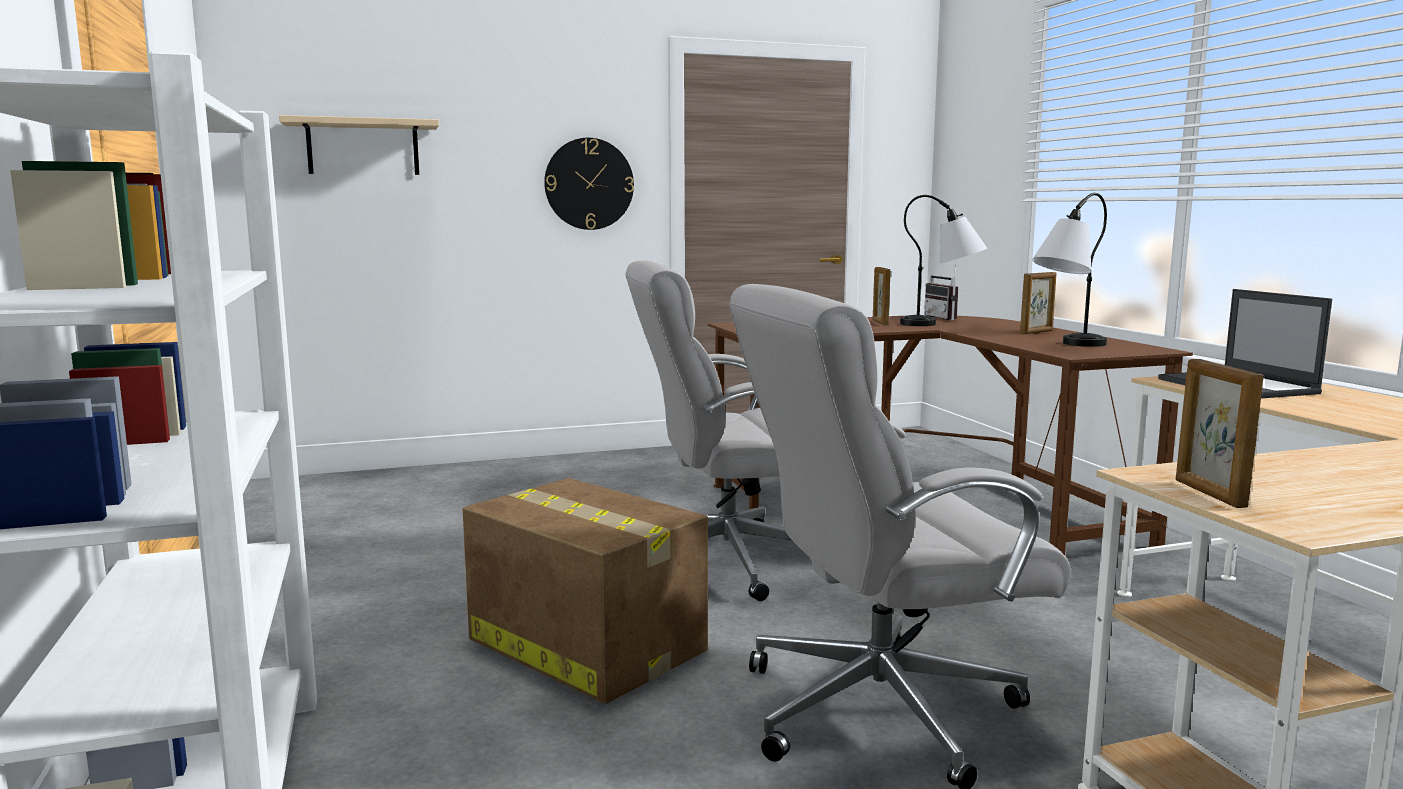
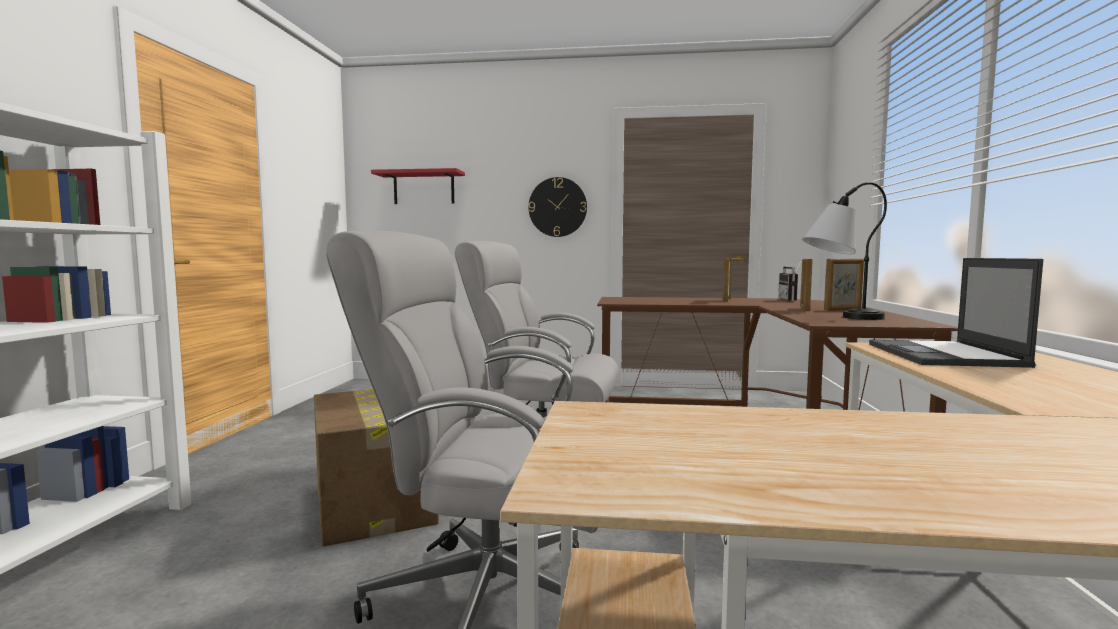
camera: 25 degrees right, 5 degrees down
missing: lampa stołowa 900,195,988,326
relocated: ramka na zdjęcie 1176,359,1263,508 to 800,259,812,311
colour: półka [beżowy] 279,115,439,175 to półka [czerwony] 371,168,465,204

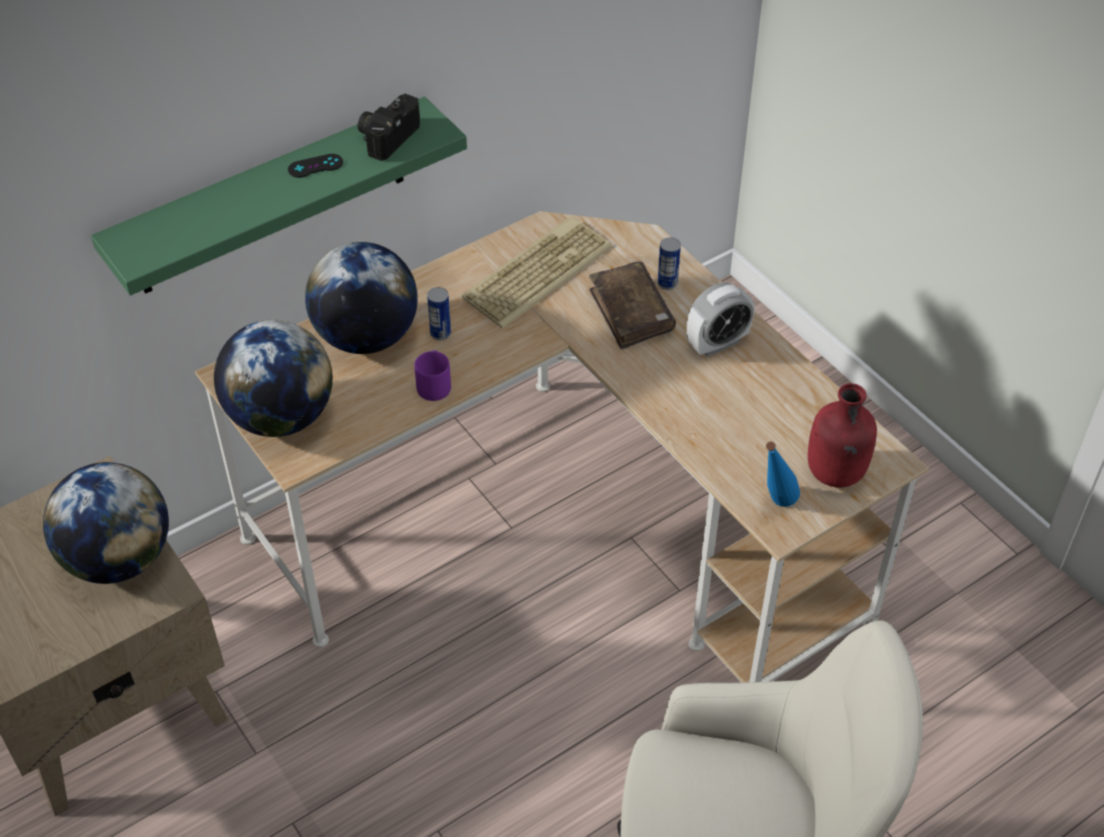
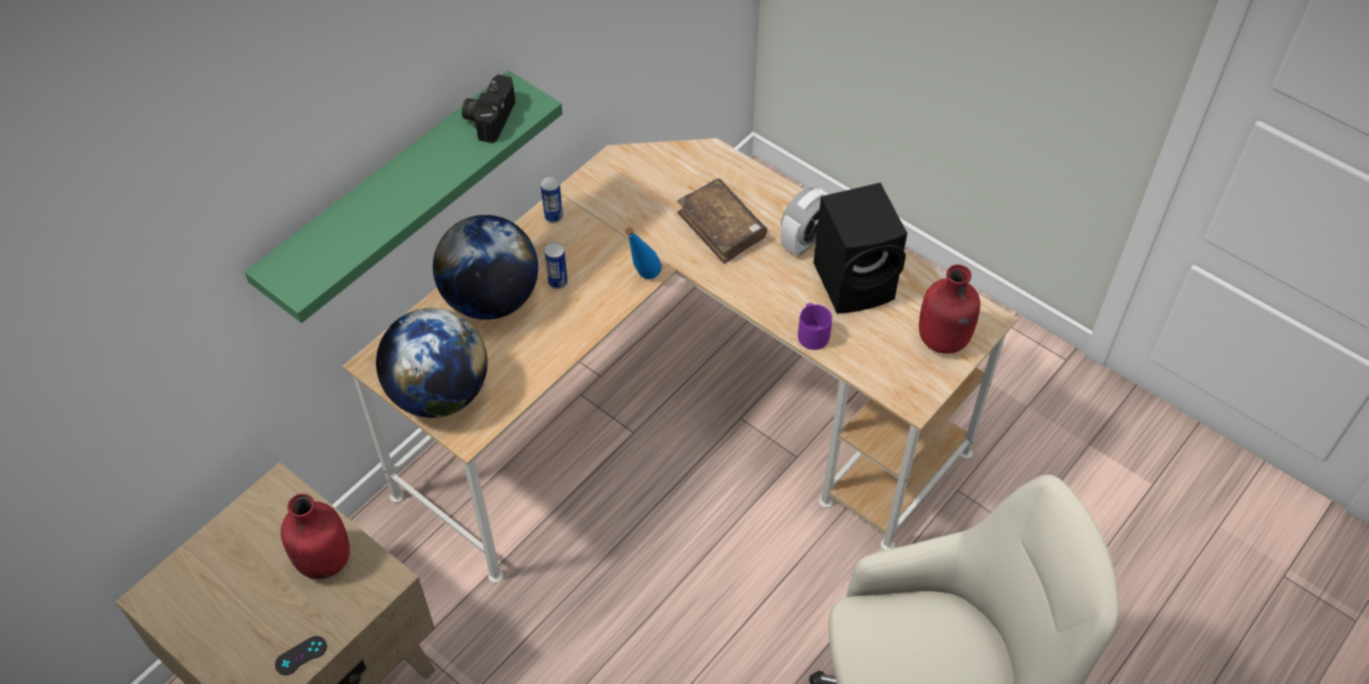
camera: 15 degrees left, 5 degrees up
missing: klawiatura 462,216,612,329
appeared: głośnik [czarny] 813,183,907,314
relocated: pad do gier [czarny] 288,154,343,178 to 275,636,327,675; puszka 657,237,681,290 to 540,176,563,223; kubek [fioletowy] 414,350,451,401 to 798,303,832,350; butelka [niebieski] 766,442,800,507 to 625,227,662,279
exchanged: globus 43,462,169,584 to butelka [czerwony] 281,494,350,579

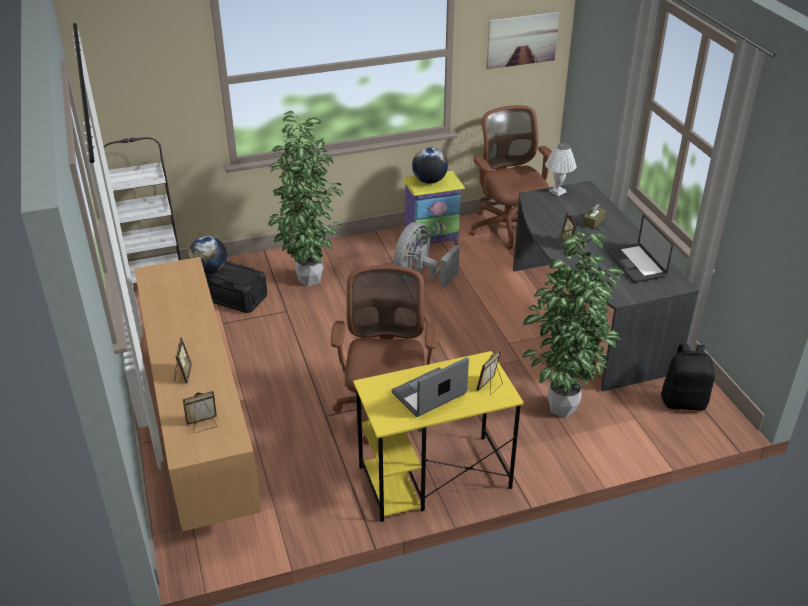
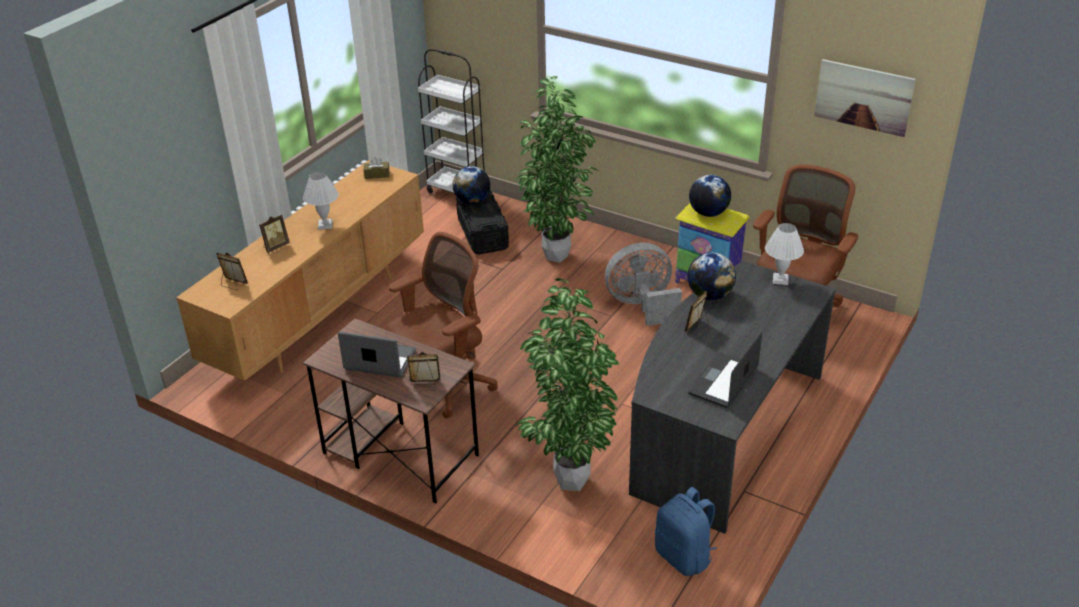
camera: 50 degrees right, 0 degrees up
appeared: lampa stołowa [biały] 303,172,339,230; globus 687,252,736,300
relocated: pudełko chusteczek [brązowy] 583,204,606,229 to 364,157,389,179
colour: plecak [czarny] 661,344,715,410 to plecak [niebieski] 655,487,717,576; biurko [żółty] 353,351,524,522 to biurko [brązowy] 303,318,479,503

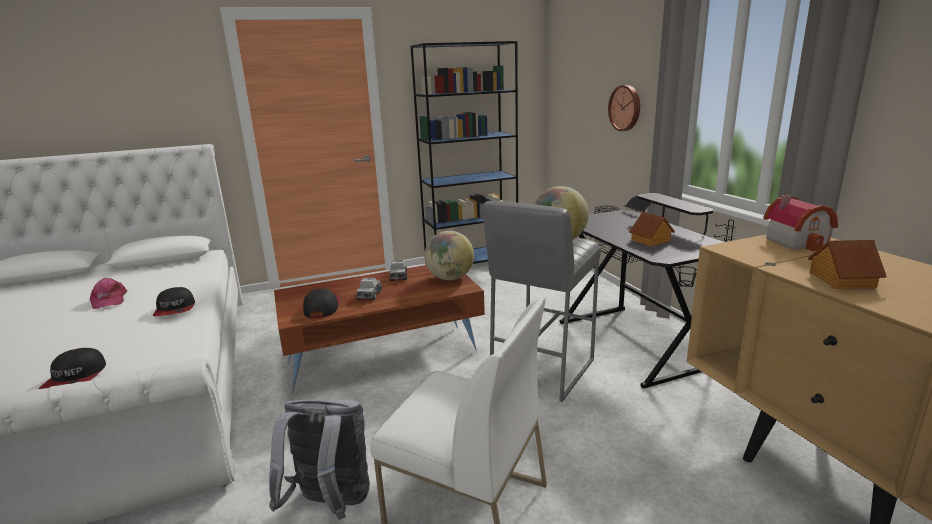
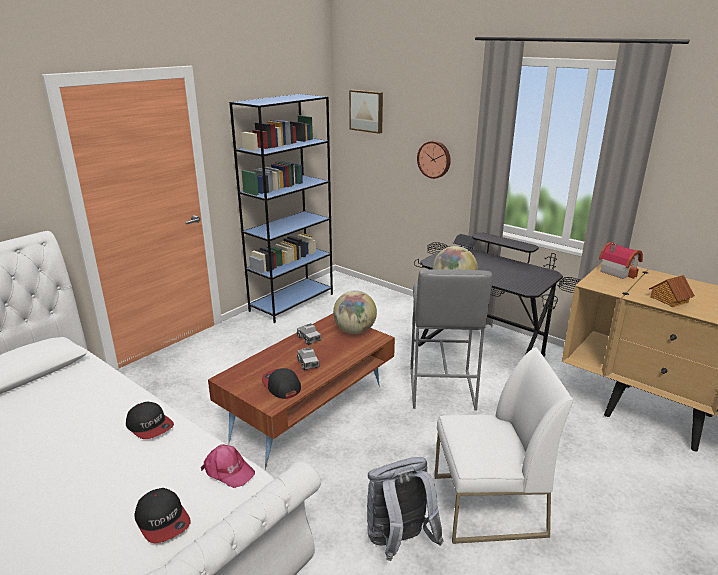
camera: 30 degrees left, 5 degrees up
missing: domek 629,212,675,247
appeared: obraz 349,90,383,134
relocated: czapka z daszkiem [różowy] 89,278,127,309 to 201,444,255,488

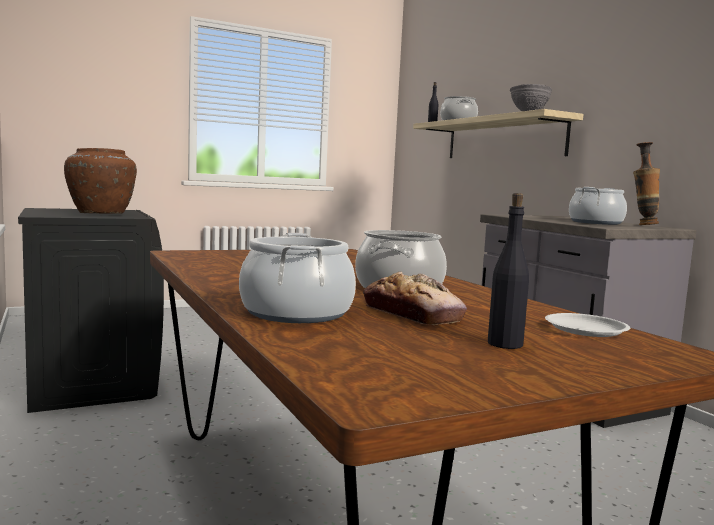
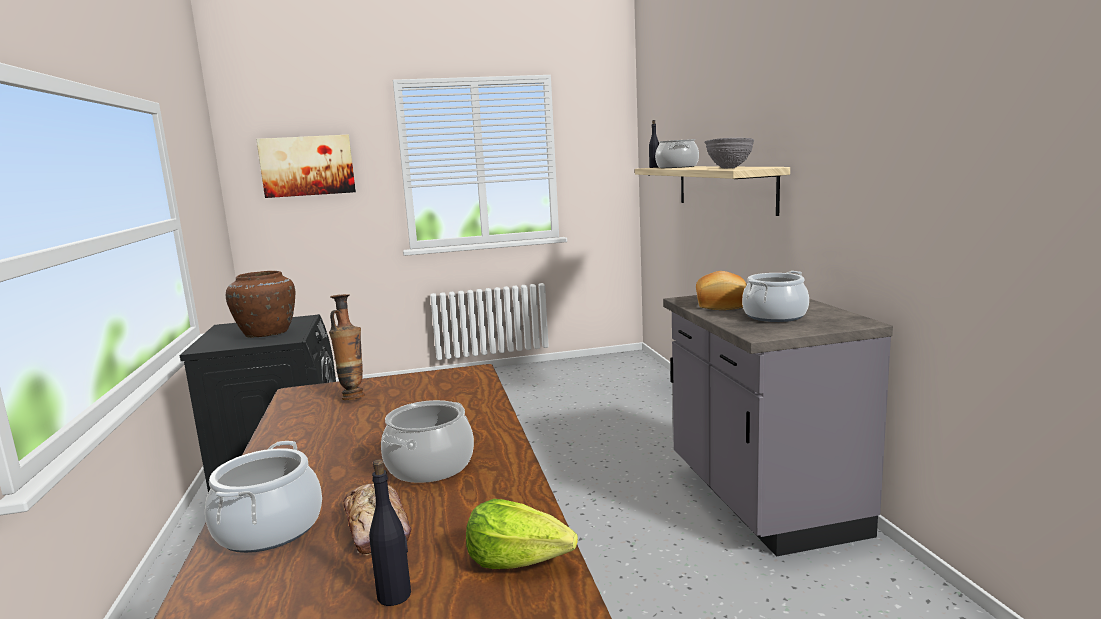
camera: 15 degrees right, 5 degrees up
appeared: obraz 256,134,356,198; chleb 696,271,747,310
relocated: wazon 633,142,660,225 to 329,294,365,400
exchanged: talerz [biały] 545,313,630,337 to sałata 466,499,578,569

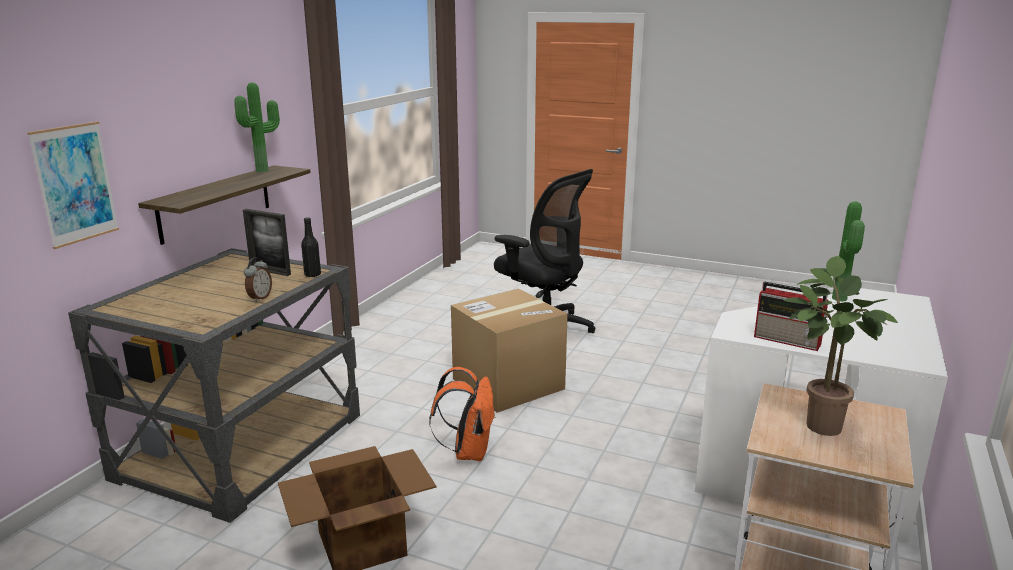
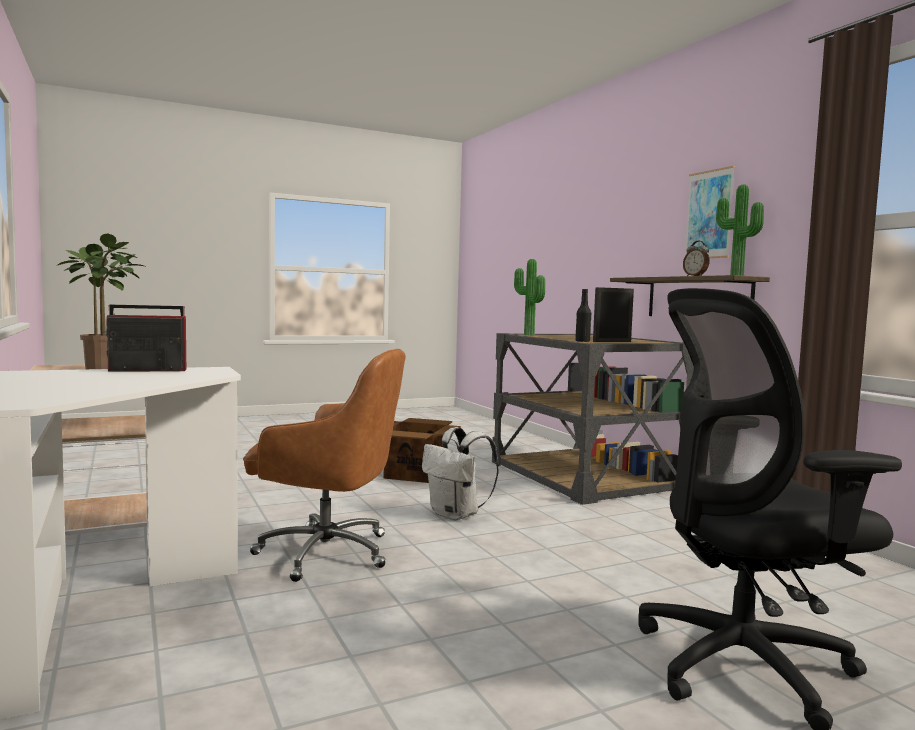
camera: 130 degrees right, 15 degrees down
missing: karton 451,289,568,413
appeared: krzesło biurowe [brązowy] 243,349,406,582
relocated: obraz 27,121,119,249 to 685,166,735,258; roślina doniczkowa 832,202,865,302 to 514,259,545,335; budzik 244,258,272,302 to 683,241,710,276
colour: plecak [pomarańczowy] 429,367,495,462 to plecak [biały] 422,427,499,521

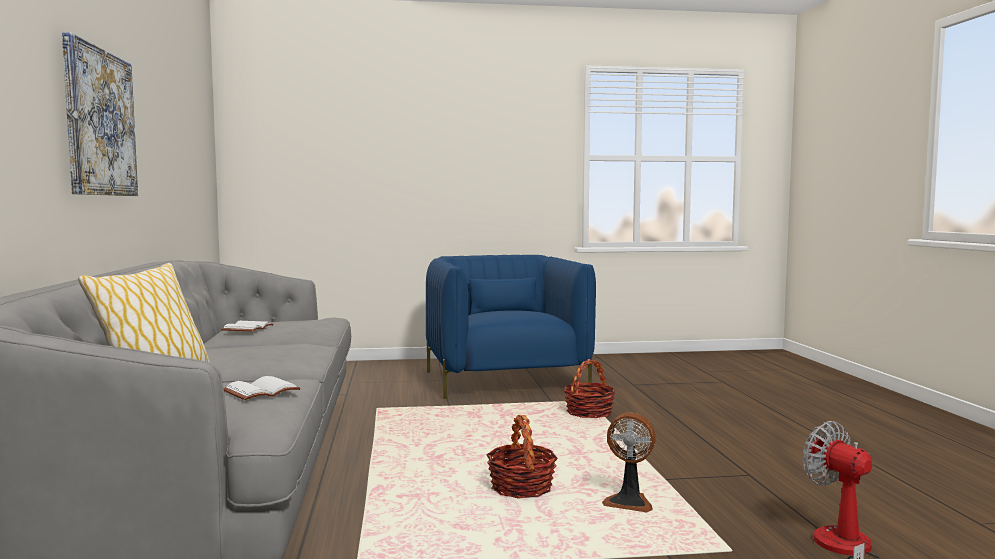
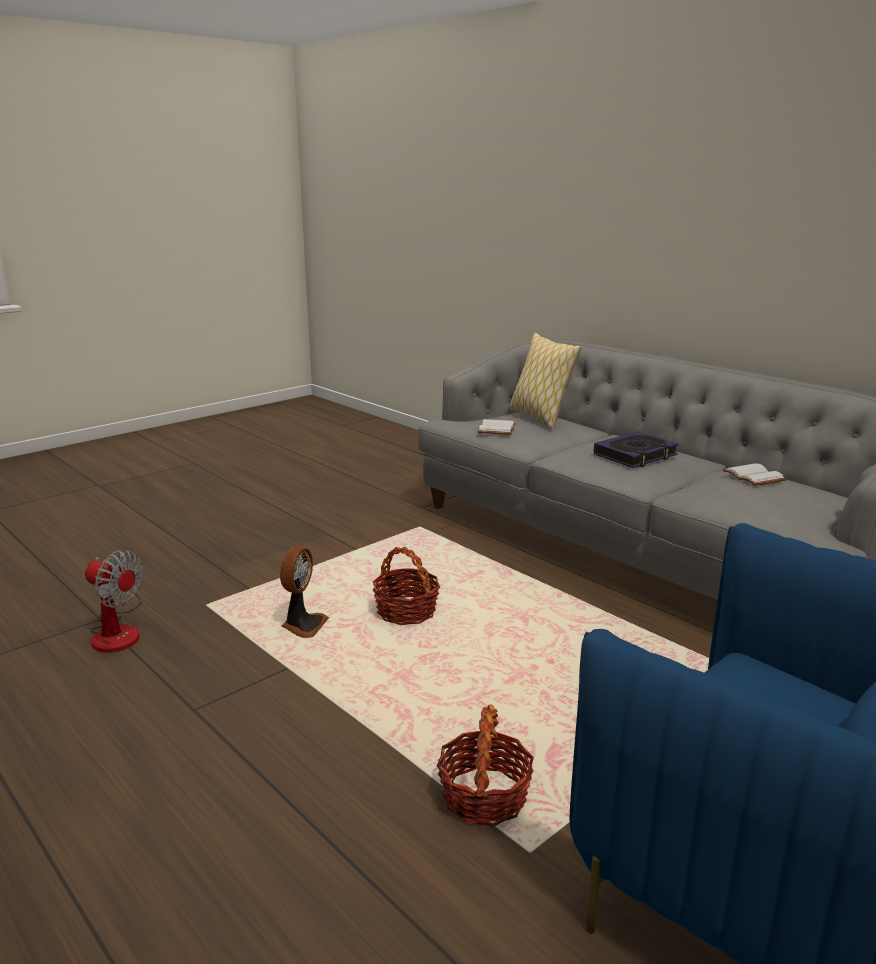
camera: 145 degrees right, 15 degrees up
missing: obraz 62,32,138,196
appeared: książka 594,431,679,468
spun: wentylator 602,412,656,512 = 280,546,329,638 120 degrees clockwise

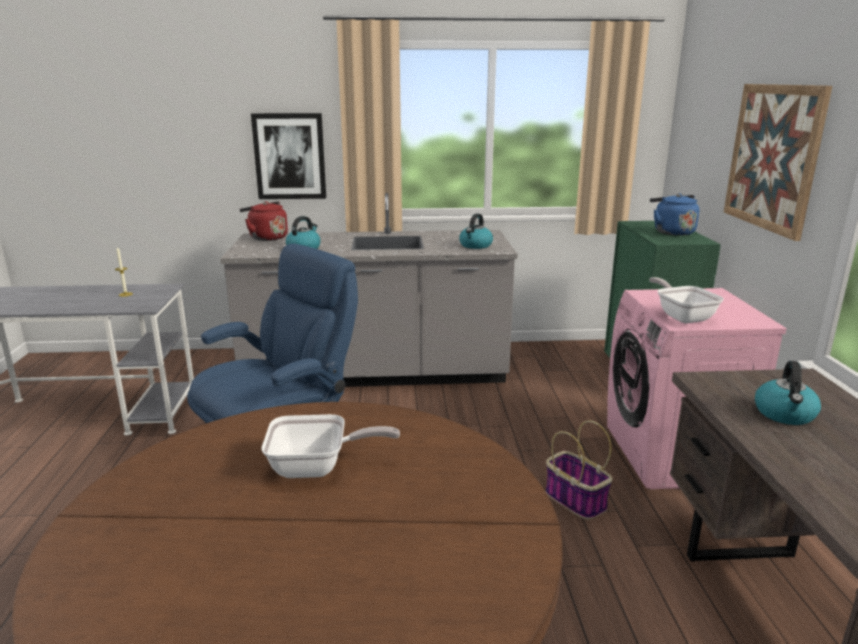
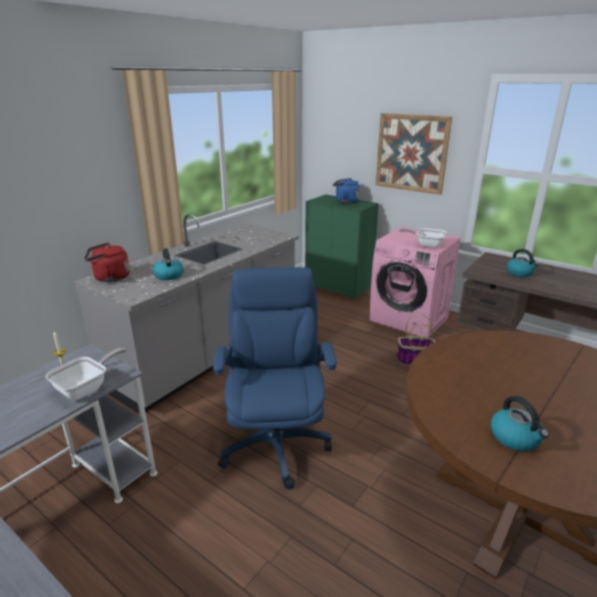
camera: 50 degrees left, 5 degrees up
missing: obraz 251,113,326,199
relocated: czajnik 459,213,493,249 to 491,396,549,451; patelnia 262,414,400,478 to 45,348,127,400

